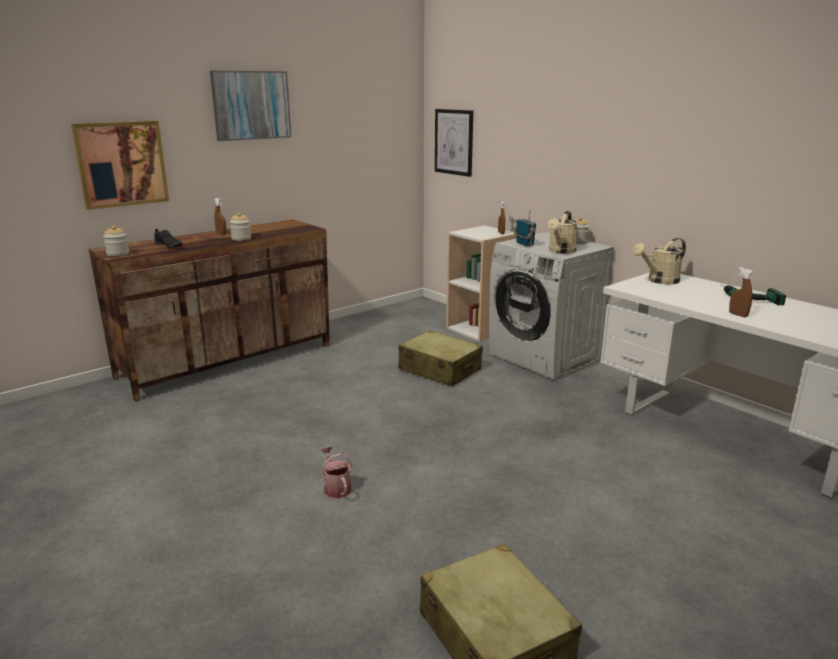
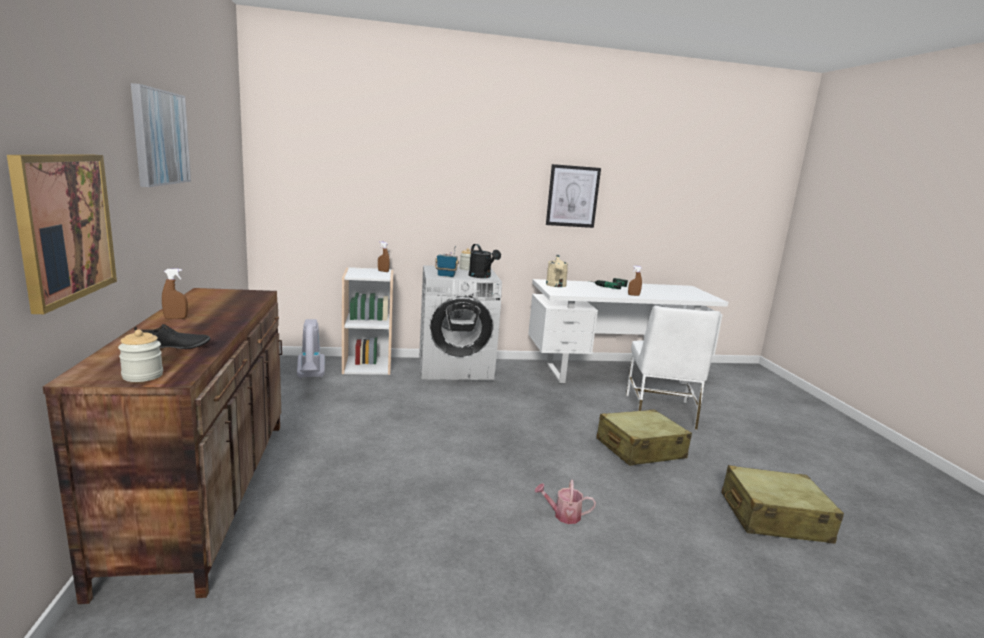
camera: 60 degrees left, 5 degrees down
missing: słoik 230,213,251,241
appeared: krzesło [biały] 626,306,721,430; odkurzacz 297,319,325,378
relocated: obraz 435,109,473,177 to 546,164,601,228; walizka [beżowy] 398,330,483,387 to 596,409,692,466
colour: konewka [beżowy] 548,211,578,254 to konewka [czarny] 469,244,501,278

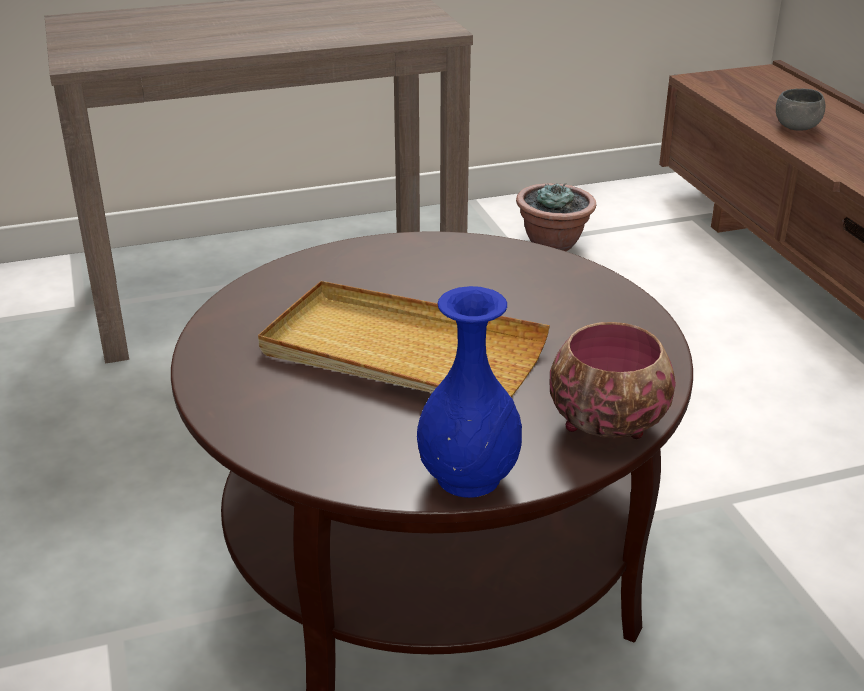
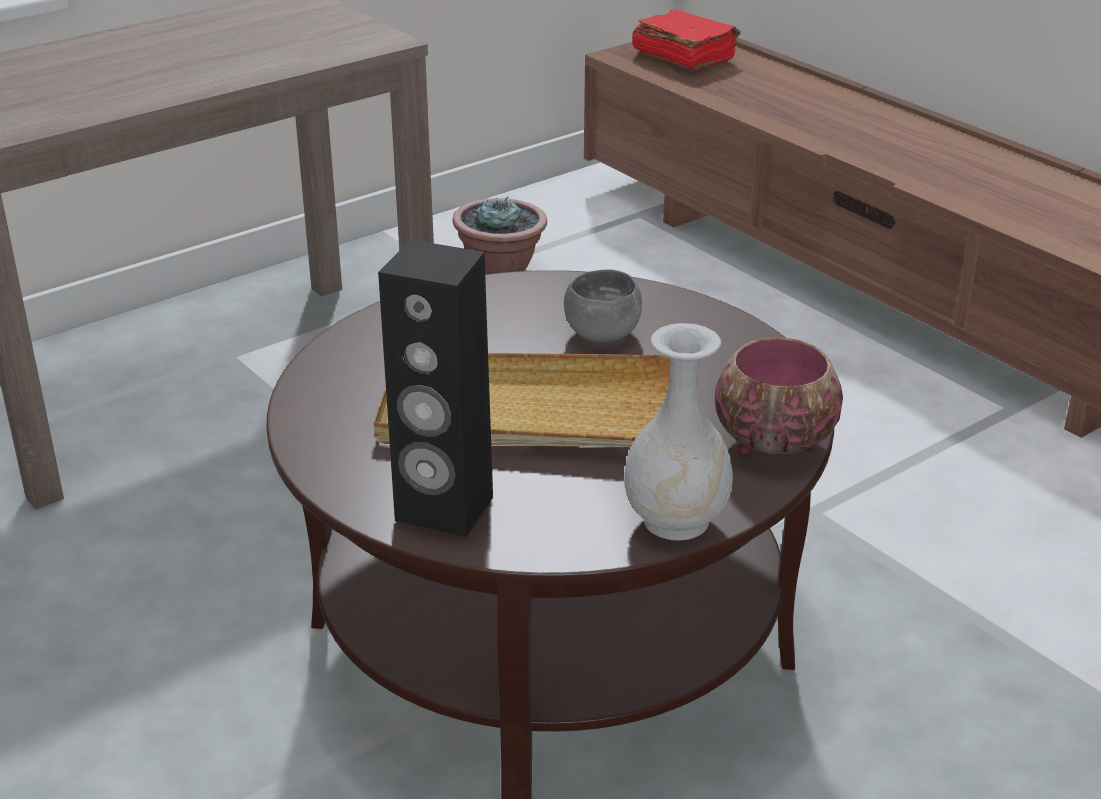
camera: 20 degrees left, 0 degrees up
appeared: książka [czerwony] 632,9,741,70; głośnik [czarny] 378,240,493,537
relocated: miska [szary] 776,89,825,131 to 564,270,642,342
colour: wazon [niebieski] 417,286,522,498 to wazon [biały] 624,323,733,541

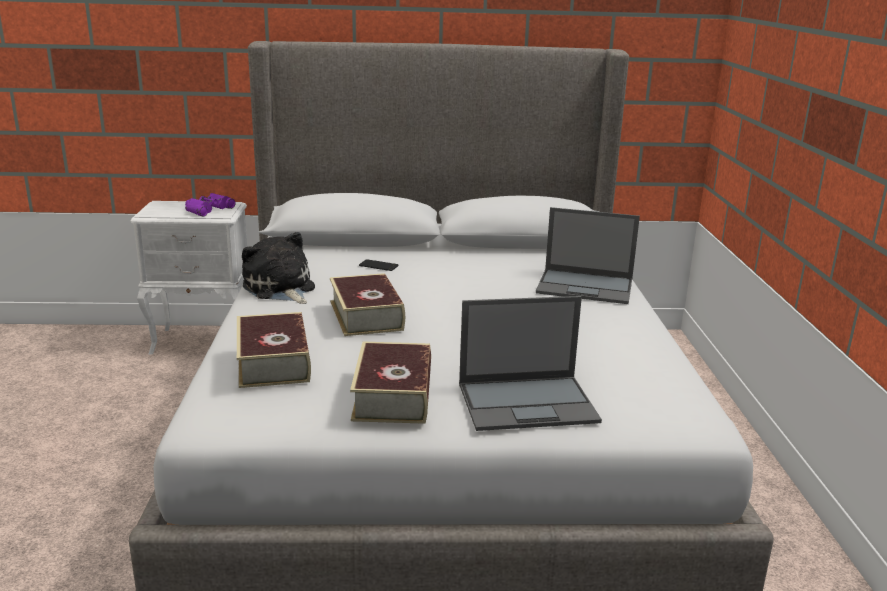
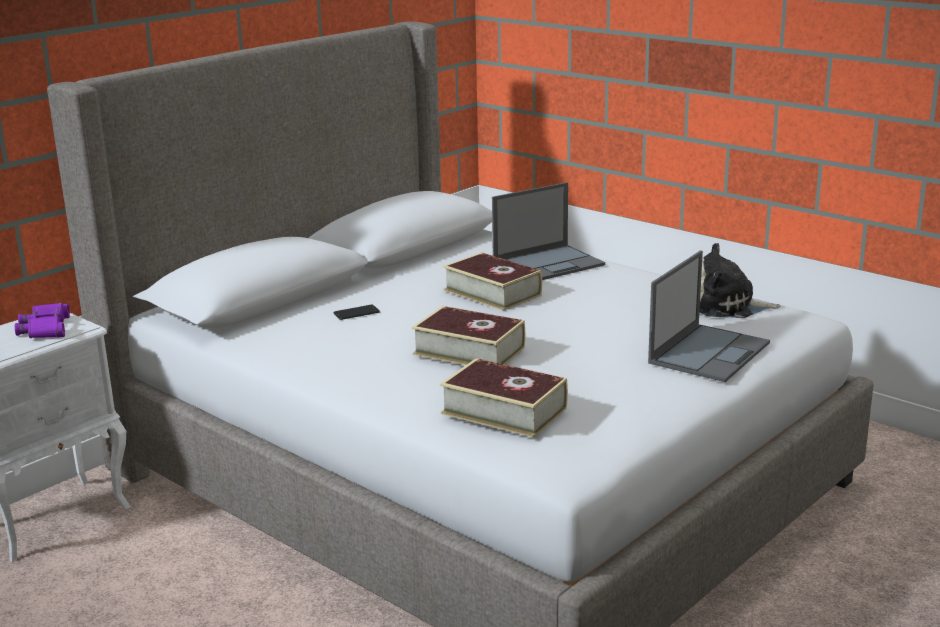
camera: 45 degrees left, 0 degrees up
relocated: pluszak 242,232,315,304 to 699,243,781,318; książka 350,342,431,424 to 443,252,542,311

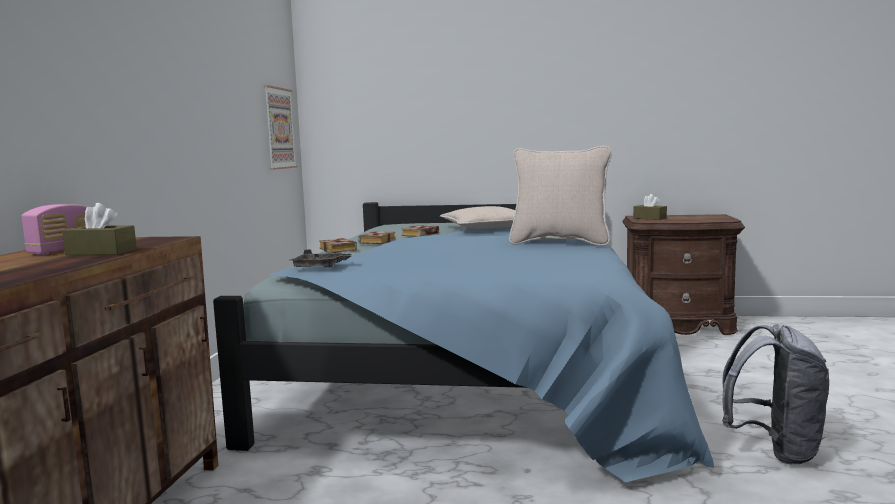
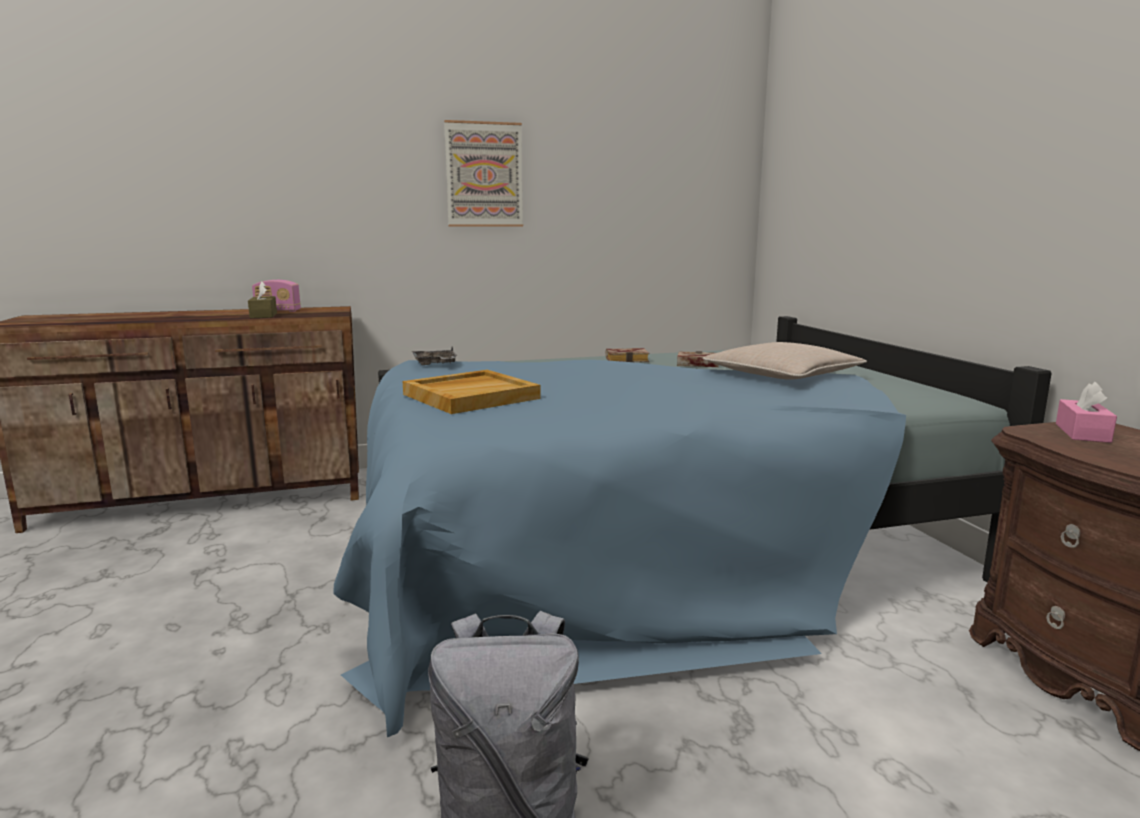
camera: 65 degrees right, 5 degrees up
missing: poduszka [beżowy] 509,146,612,246; książka 319,238,357,253
appeared: taca [beżowy] 403,370,541,414
relocated: obraz 264,85,297,170 to 444,120,523,227
colour: pudełko chusteczek [brązowy] 633,194,667,220 to pudełko chusteczek [różowy] 1056,382,1117,443

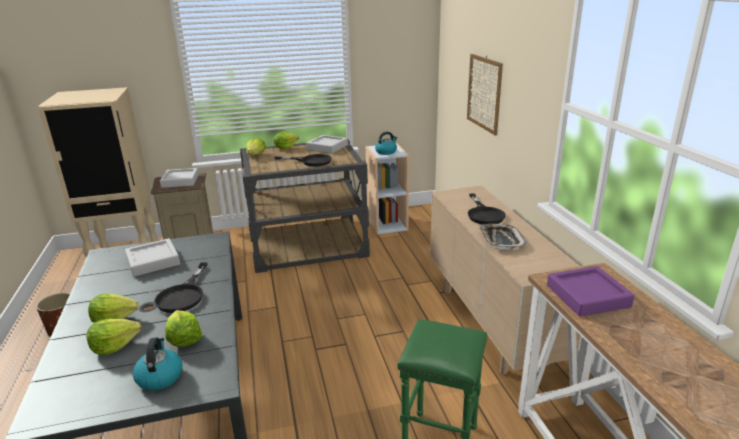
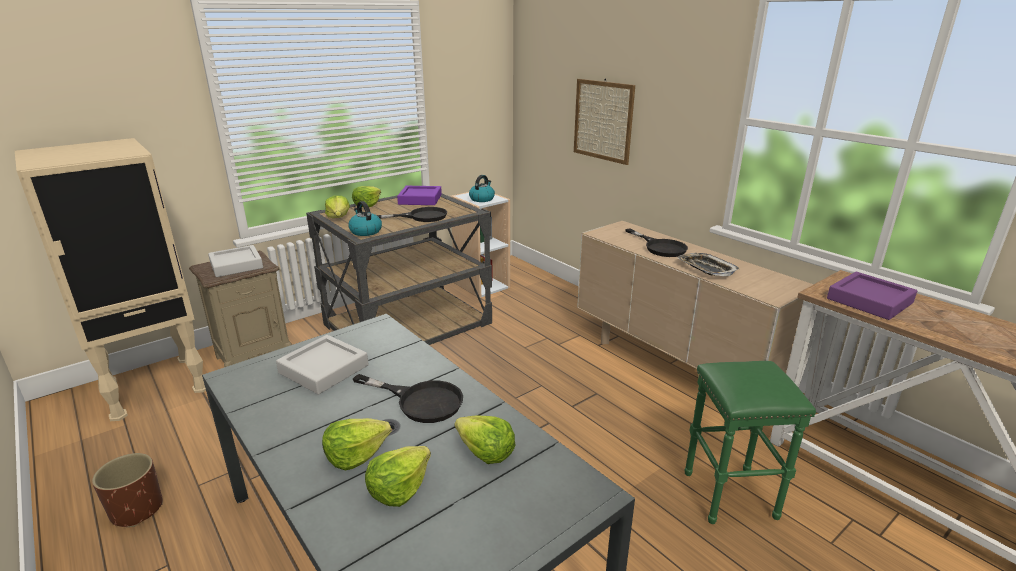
camera: 25 degrees left, 0 degrees up
relocated: czajnik 133,337,182,391 to 348,201,382,236
colour: taca [szary] 306,135,348,153 to taca [fioletowy] 397,186,442,205
spun: patelnia [czarny] 154,262,207,313 = 353,374,463,423 45 degrees counterclockwise

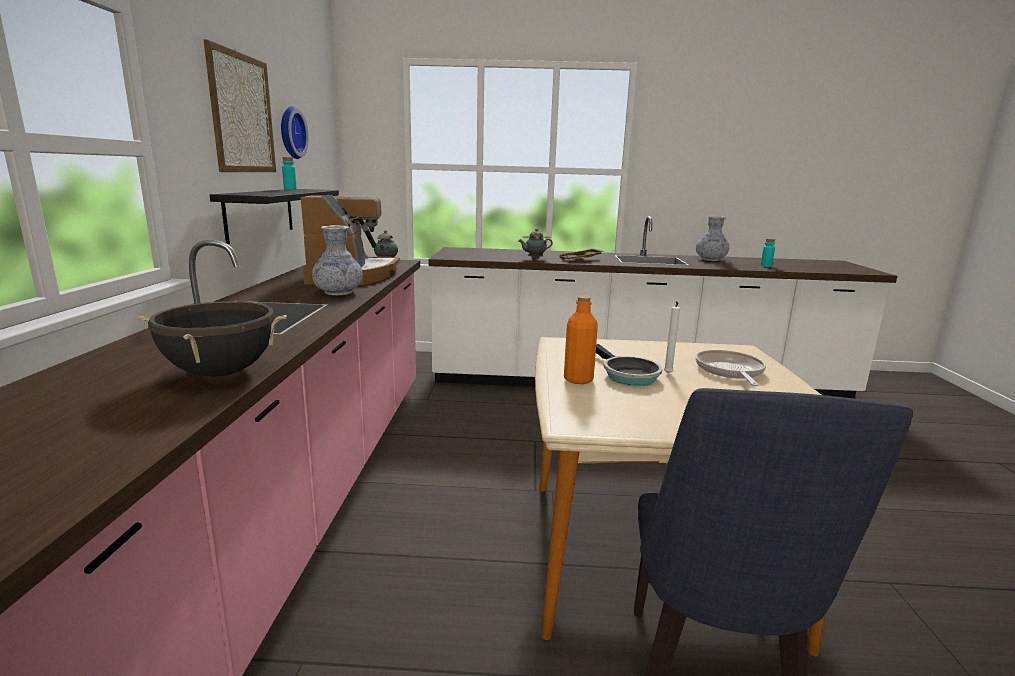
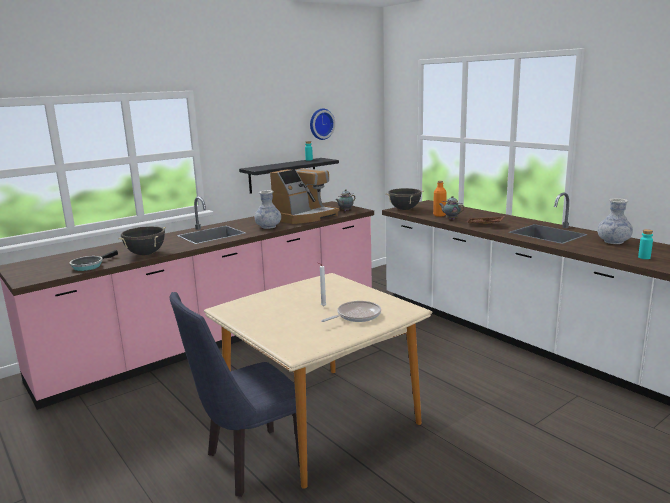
camera: 50 degrees right, 0 degrees up
missing: obraz 204,39,276,172
appeared: garnek [czarny] 385,188,424,210
relocated: butelka [pomarańczowy] 564,296,598,384 to 433,181,447,217; patelnia 596,344,662,386 to 69,250,118,271

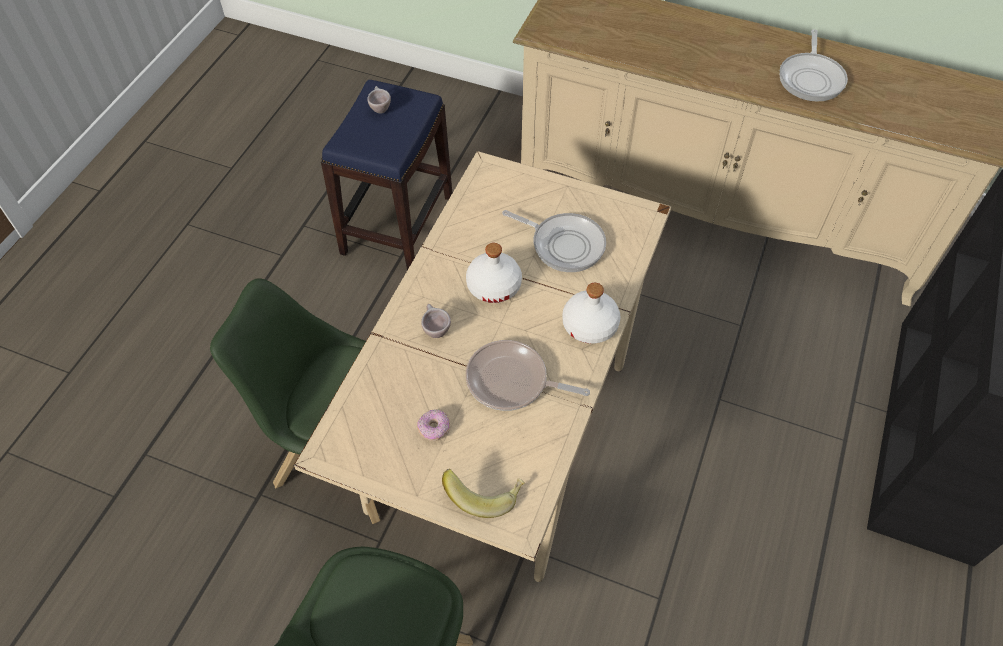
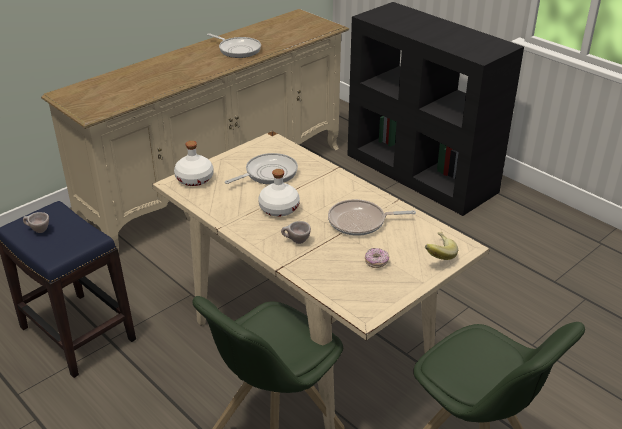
camera: 65 degrees left, 20 degrees down
relocated: butelka [biały] 562,283,621,344 to 174,141,214,186
spun: patelnia 466,340,590,411 = 328,199,416,236 45 degrees clockwise

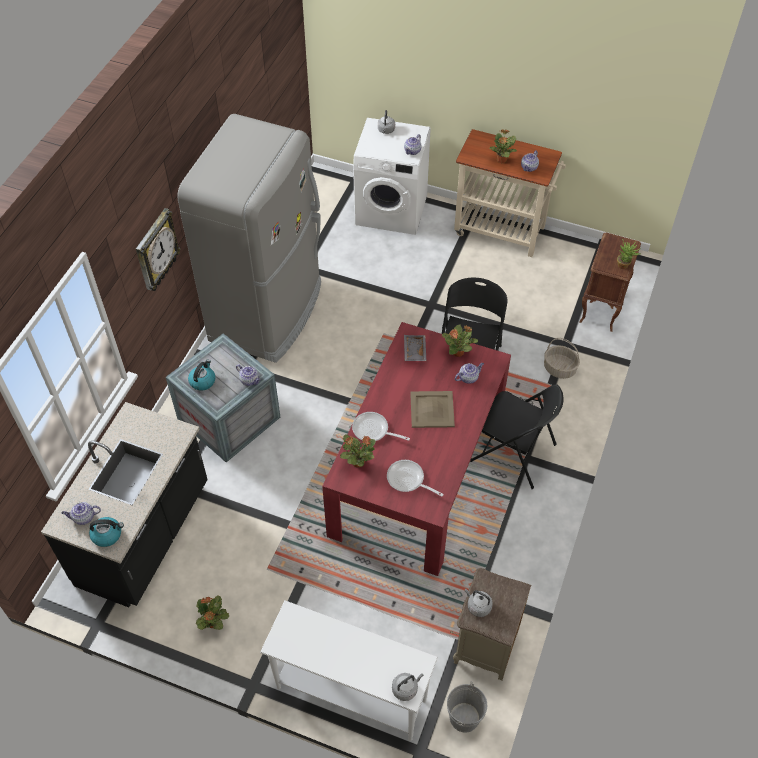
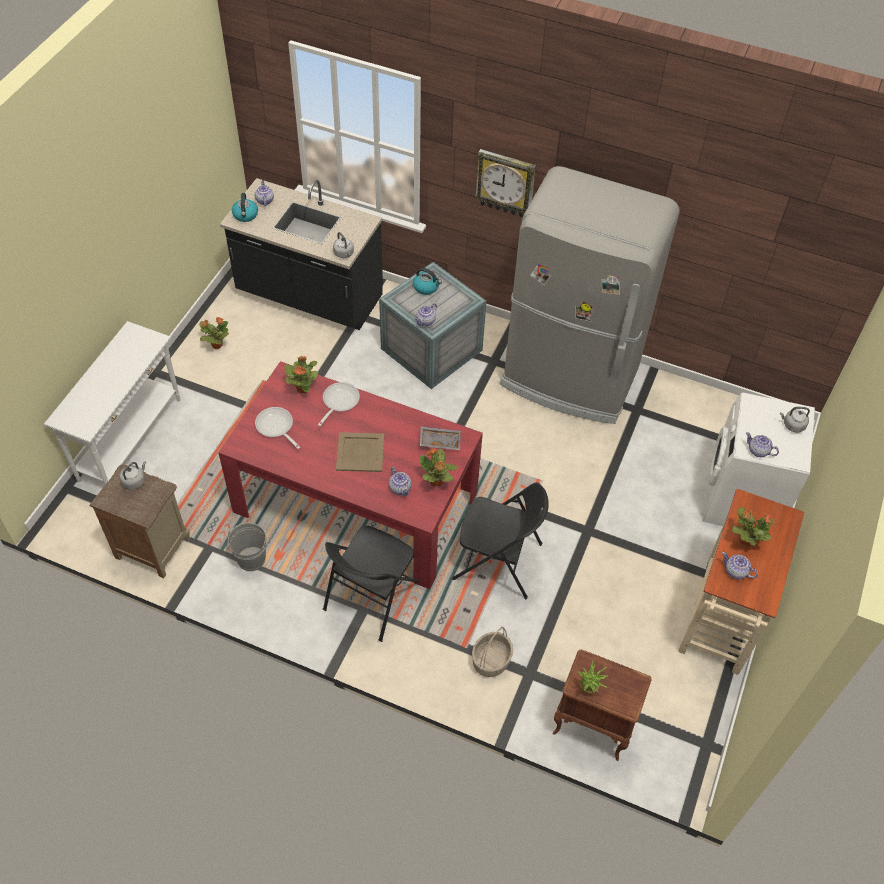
camera: 90 degrees right, 0 degrees up
relocated: czajnik [szary] 392,673,424,701 to 333,232,354,258; wiadro [szary] 447,682,487,733 to 228,523,268,571
spun: patelnia 387,460,444,496 = 255,407,300,449 75 degrees counterclockwise

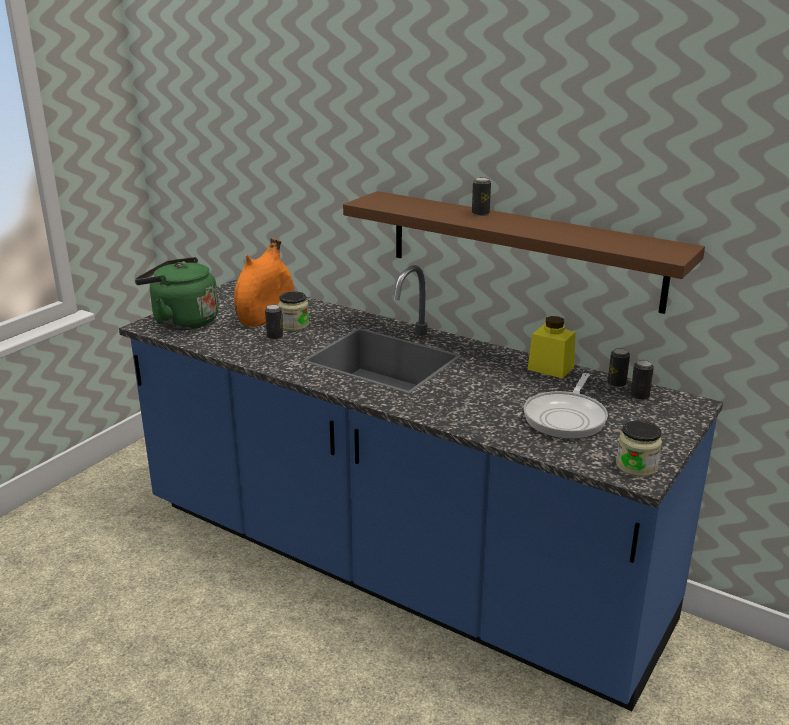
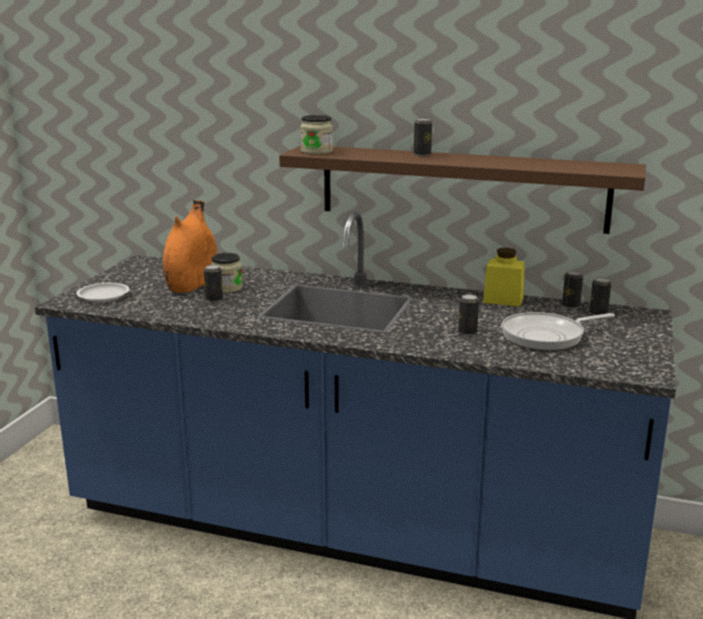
camera: 15 degrees left, 5 degrees down
appeared: puszka 458,294,479,335
relocated: słoik 616,421,662,477 to 300,115,333,154
exchanged: czajnik [zielony] 135,257,219,330 to talerz [biały] 76,283,129,302
spun: patelnia 524,373,608,439 = 502,312,615,351 60 degrees clockwise

